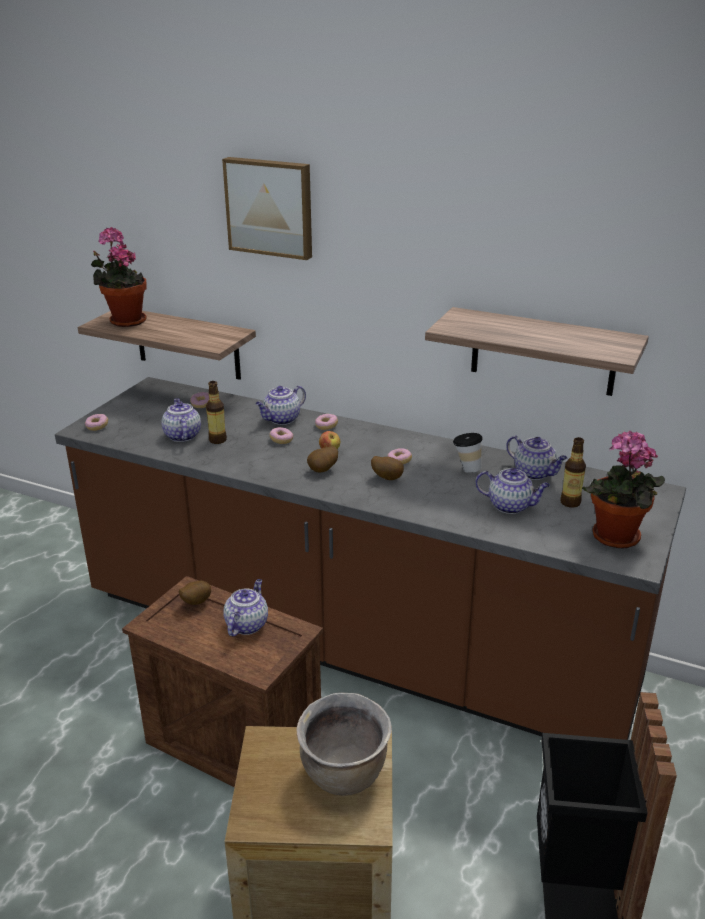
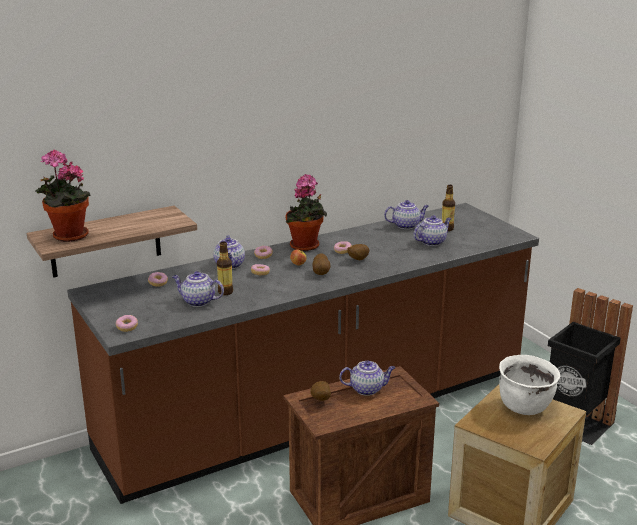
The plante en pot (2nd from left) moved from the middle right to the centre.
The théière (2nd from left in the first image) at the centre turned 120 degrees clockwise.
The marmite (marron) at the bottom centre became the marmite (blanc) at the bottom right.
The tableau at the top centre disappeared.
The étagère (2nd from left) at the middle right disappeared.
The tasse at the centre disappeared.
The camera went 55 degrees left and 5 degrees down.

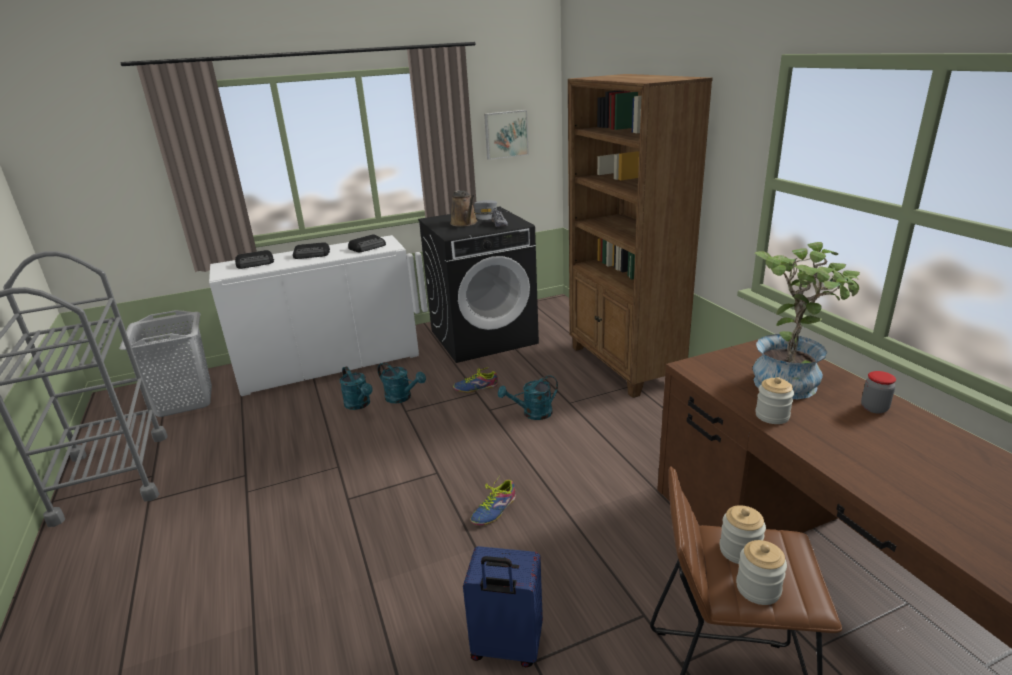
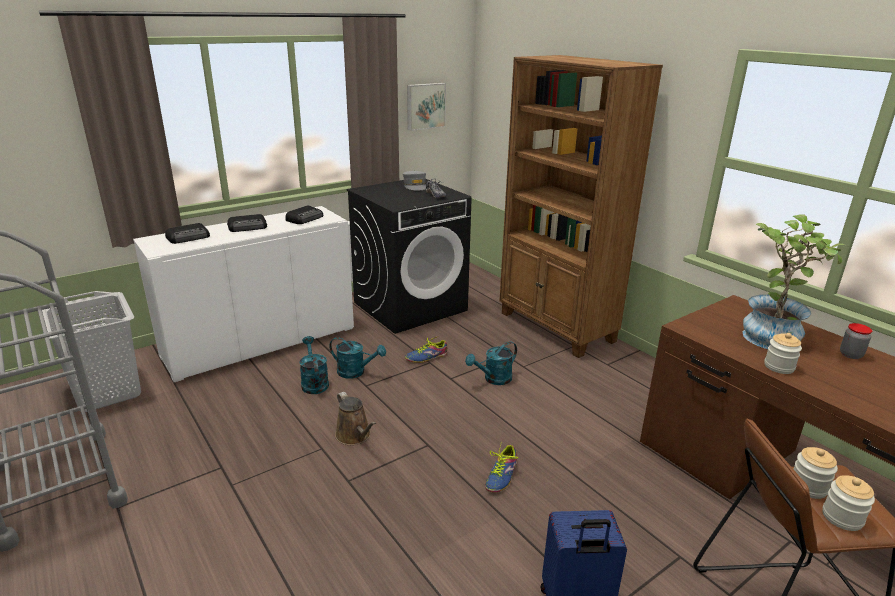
The arrosoir (turquoise) (1st from left) at the centre turned 150 degrees counterclockwise.
The arrosoir (marron) moved from the top centre to the bottom centre.
The camera went 15 degrees left and 0 degrees up.

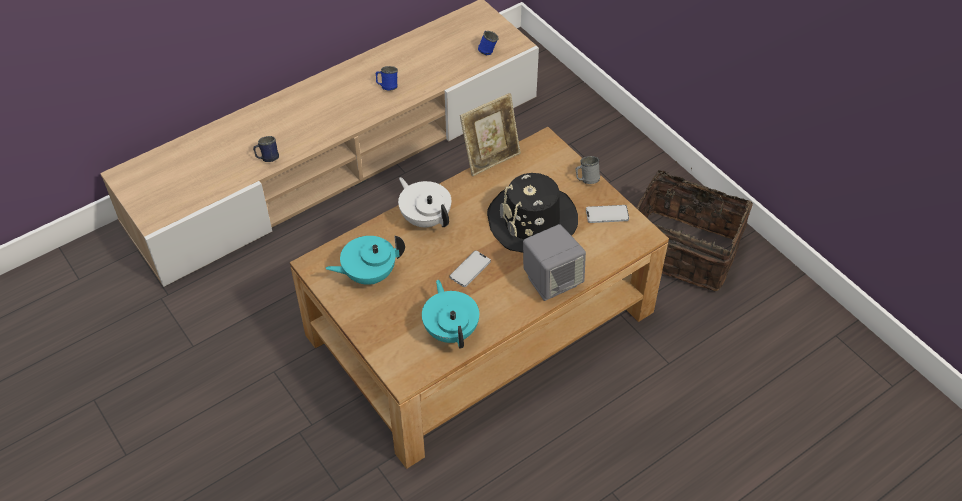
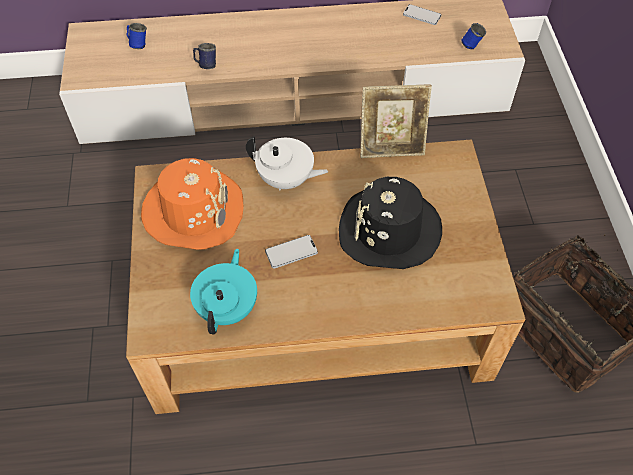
The mug (bleu) (2nd from left in the first image) moved from the top centre to the top left.
The théière (turquoise) (1st from left) at the centre was replaced by the chapeau (orange) at the middle left.
The théière (blanc) at the centre turned 120 degrees clockwise.
The téléphone (2nd from left) moved from the centre to the top right.
The enceinte (gris) at the centre disappeared.
The mug (gris) at the centre disappeared.
The camera went 30 degrees right and 5 degrees up.

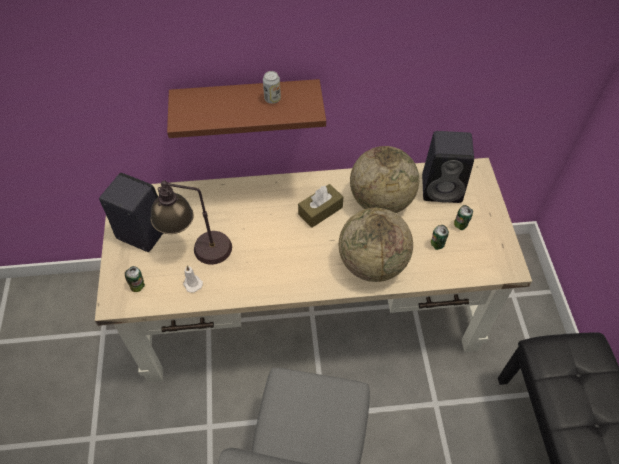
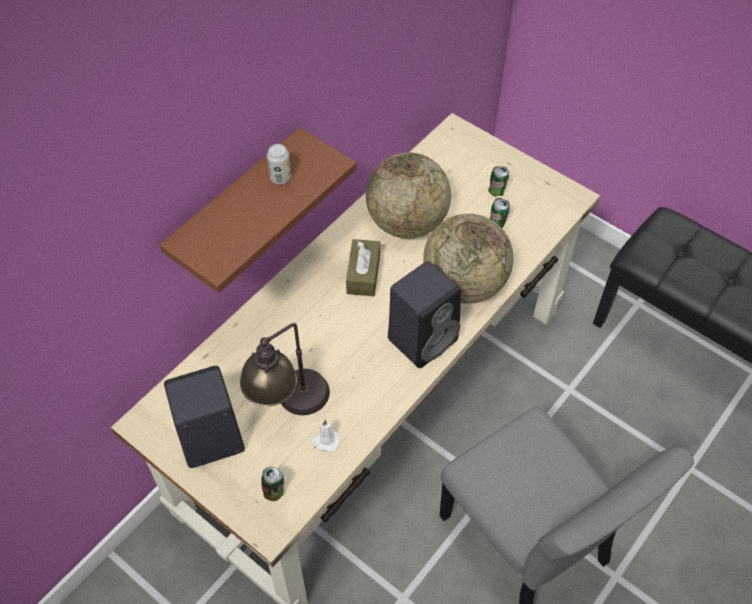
The enceinte (noir) (2nd from left) moved from the middle right to the centre.
The camera went 45 degrees left and 0 degrees up.

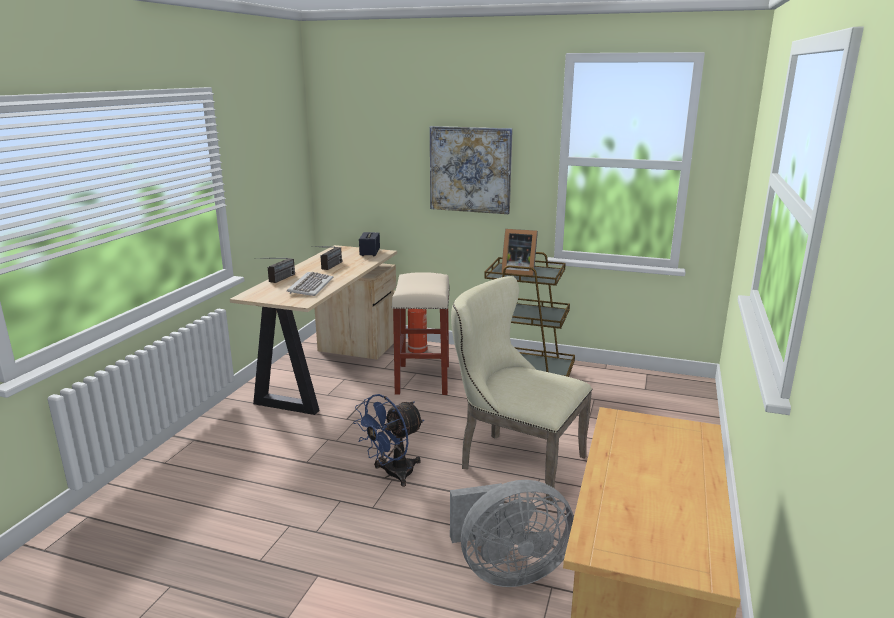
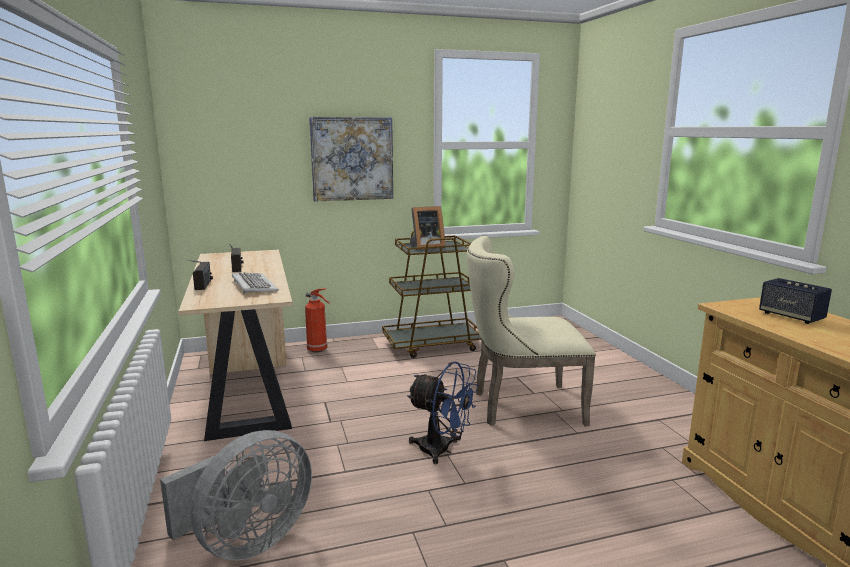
The ventilateur (gris) moved from the bottom centre to the bottom left.
The ventilateur (bleu) at the bottom centre turned 75 degrees counterclockwise.
The enceinte moved from the centre to the middle right.
The tabouret (beige) at the centre disappeared.
The camera went 35 degrees left and 5 degrees down.

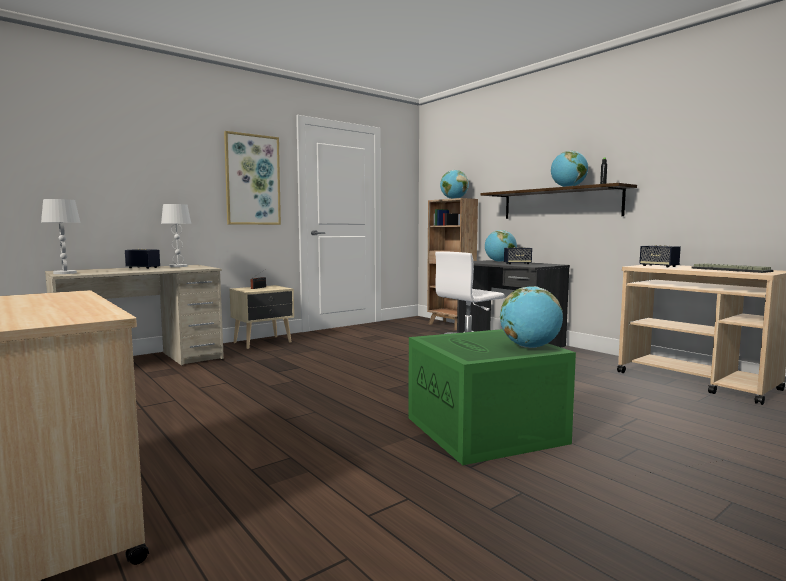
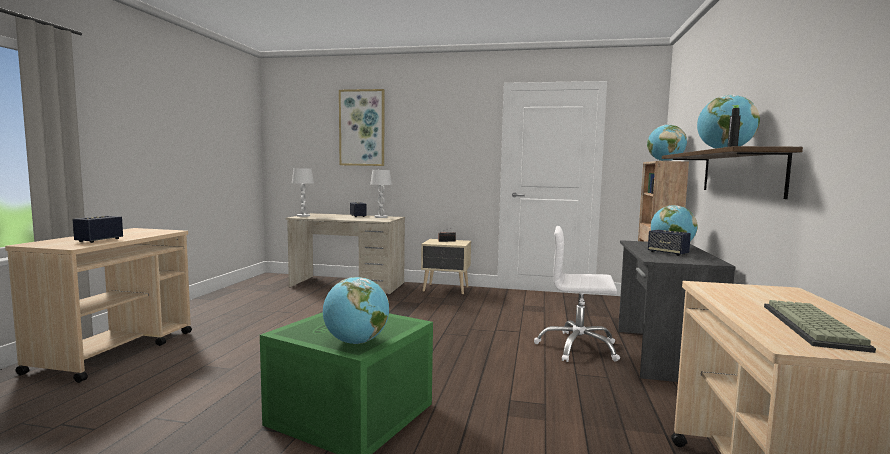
The enceinte (3rd from left in the first image) moved from the middle right to the middle left.
The tableau moved from the top left to the top centre.
The camera went 50 degrees right and 0 degrees up.

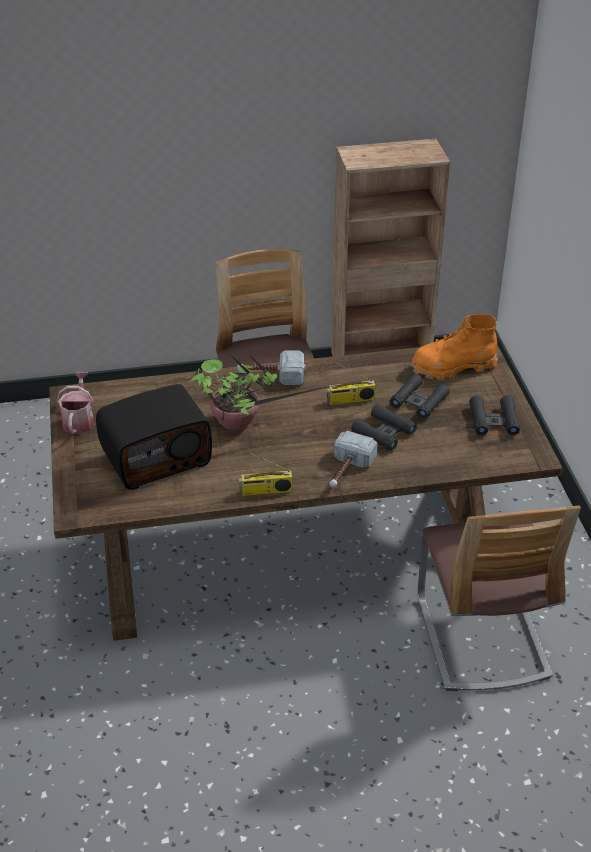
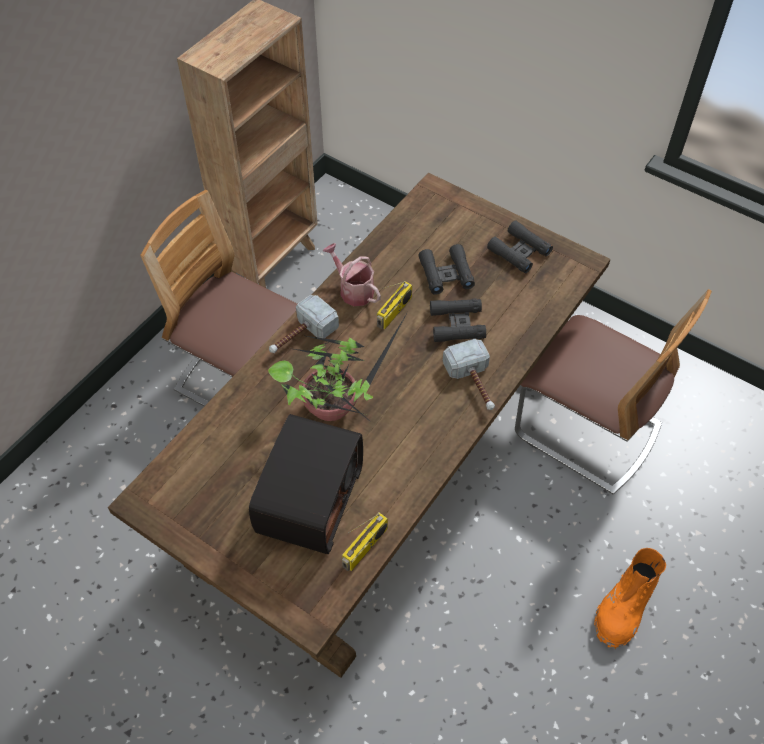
The arrosoir moved from the middle left to the centre.
The radio (2nd from left) moved from the centre to the bottom centre.
The botte (orange) moved from the middle right to the bottom right.
The camera went 45 degrees left and 15 degrees up.

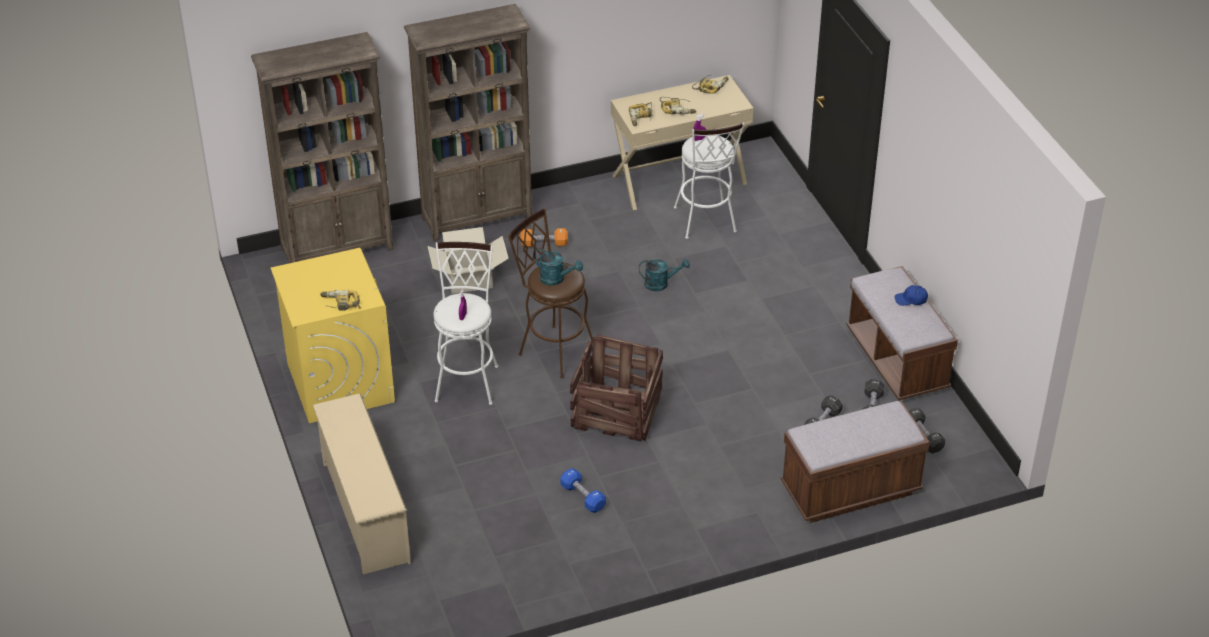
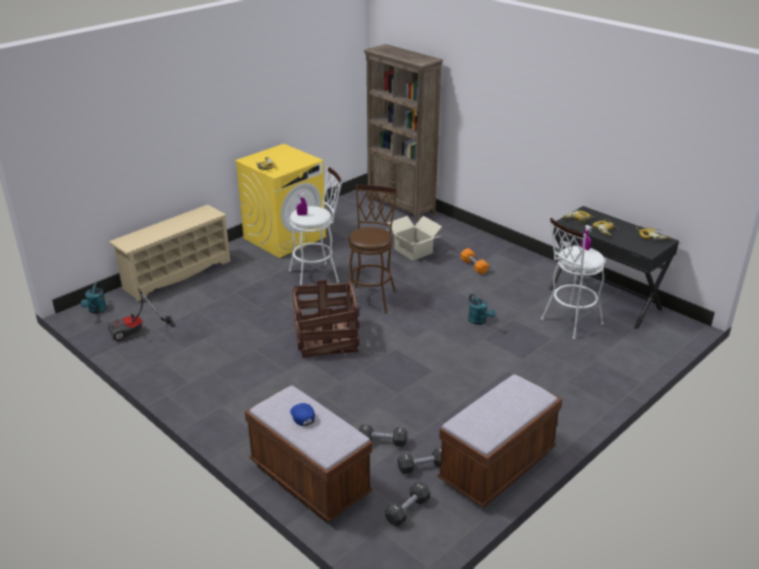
The arrosoir (turquoise) (1st from left) moved from the centre to the middle left.
The aspirateur at the middle left appeared.
The casquette (bleu) moved from the middle right to the bottom centre.
The bureau (beige) at the top centre became the bureau (noir) at the middle right.
The bibliothèque (marron) (2nd from left) at the top centre disappeared.
The haltère (bleu) at the bottom centre disappeared.
The camera went 65 degrees right and 10 degrees down.

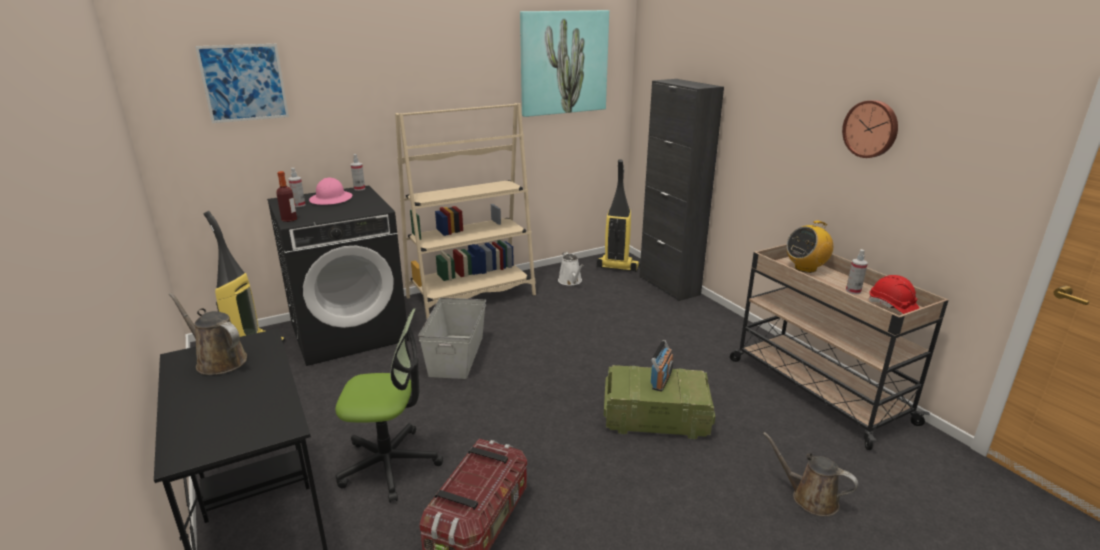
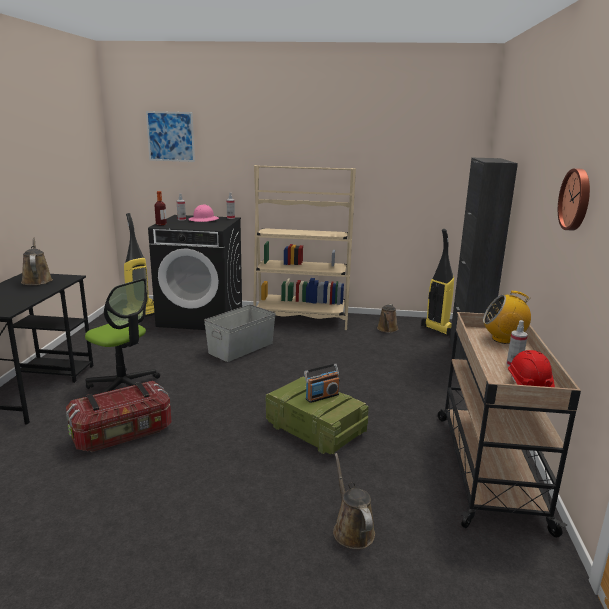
The arrosoir (blanc) at the centre became the arrosoir (marron) (3rd from left) at the centre.
The tableau (2nd from left) at the top centre disappeared.
The camera went 35 degrees right and 5 degrees down.

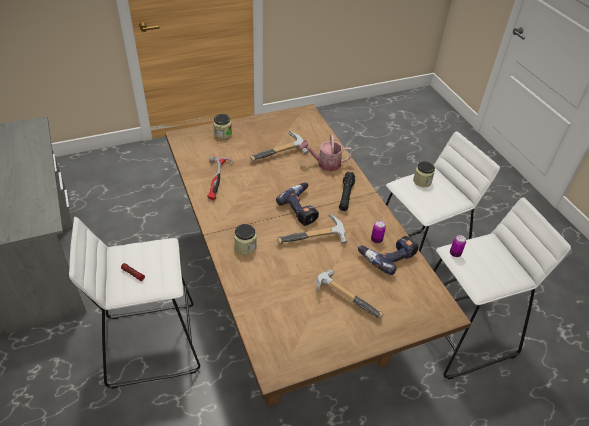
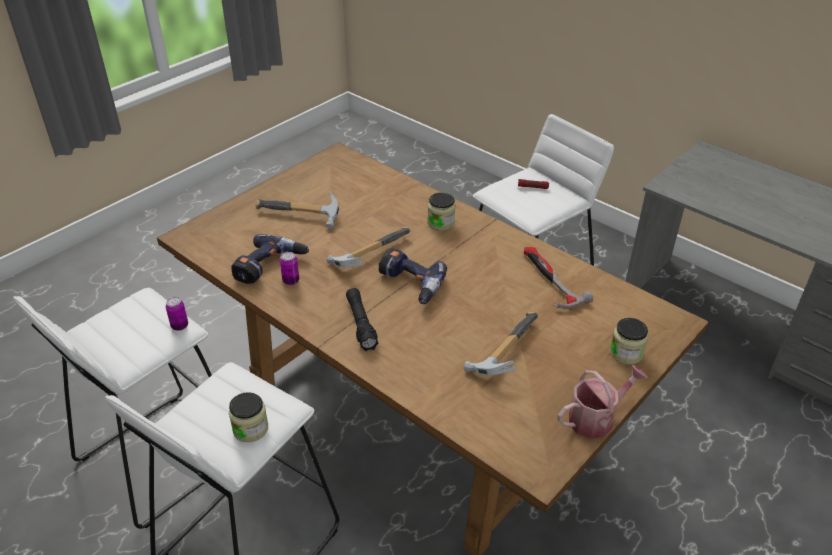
The arrosoir moved from the centre to the bottom right.
The camera went 155 degrees right and 5 degrees down.

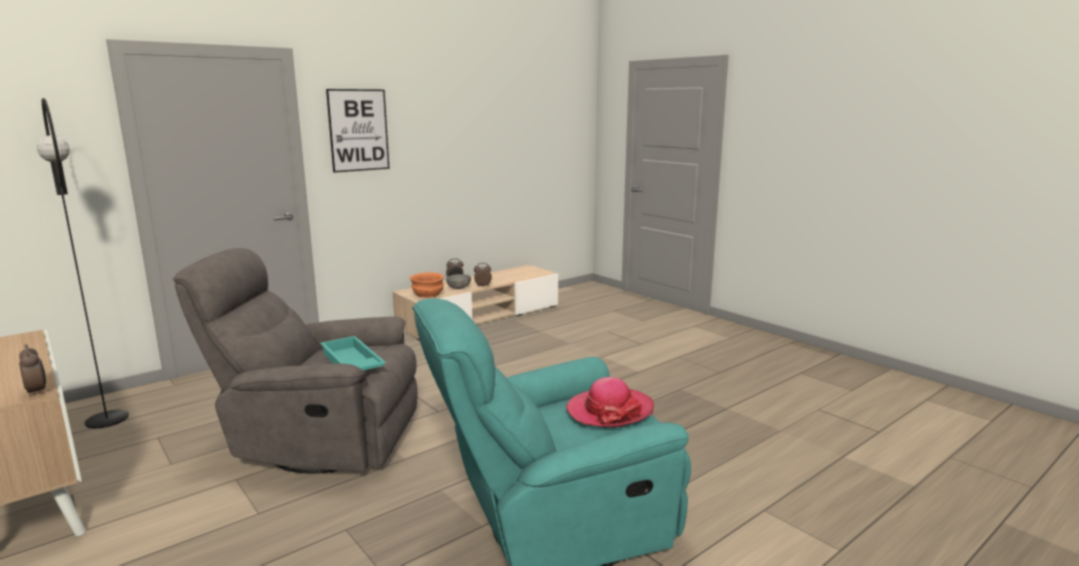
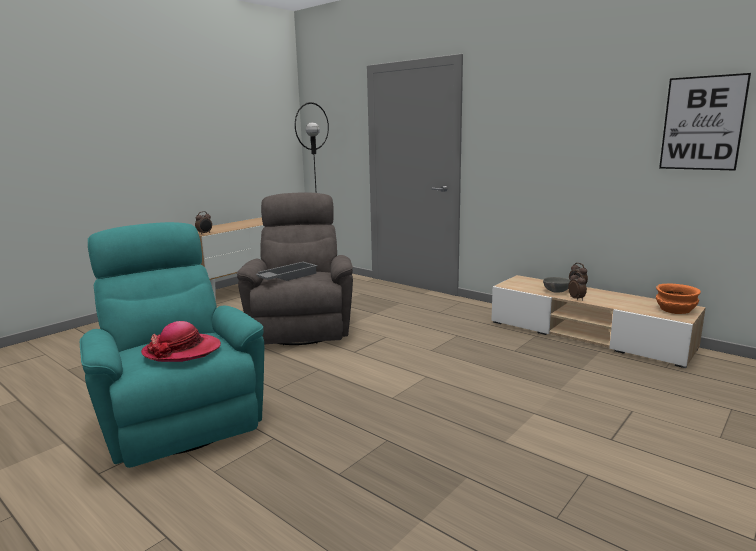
The plateau (turquoise) at the middle left became the plateau (gris) at the centre.
The bol (orange) moved from the centre to the middle right.
The tableau moved from the top left to the top right.
The camera went 80 degrees right and 0 degrees up.

